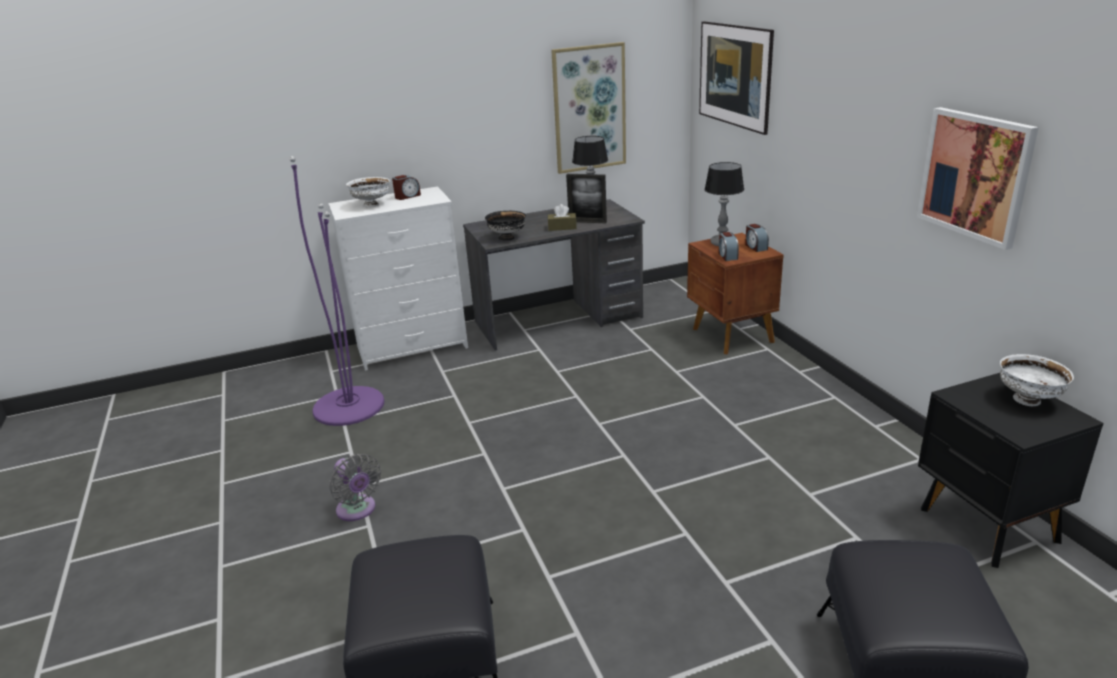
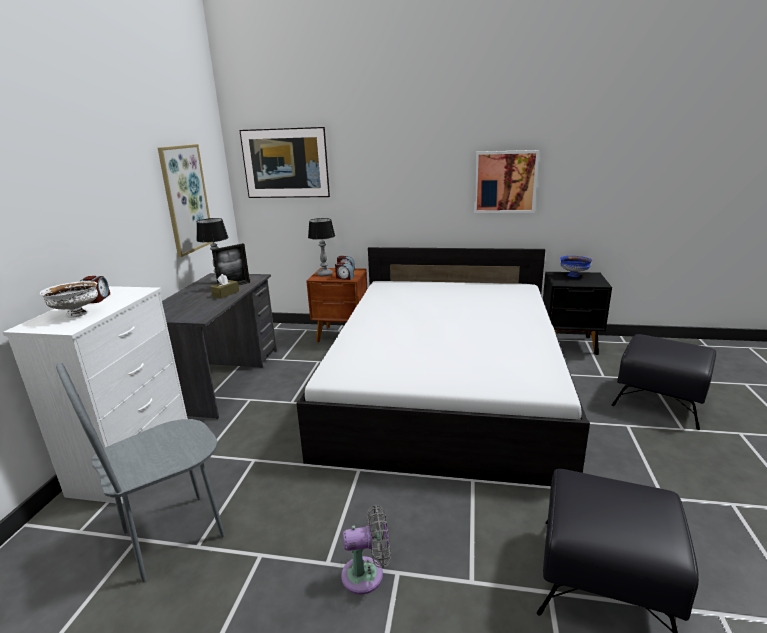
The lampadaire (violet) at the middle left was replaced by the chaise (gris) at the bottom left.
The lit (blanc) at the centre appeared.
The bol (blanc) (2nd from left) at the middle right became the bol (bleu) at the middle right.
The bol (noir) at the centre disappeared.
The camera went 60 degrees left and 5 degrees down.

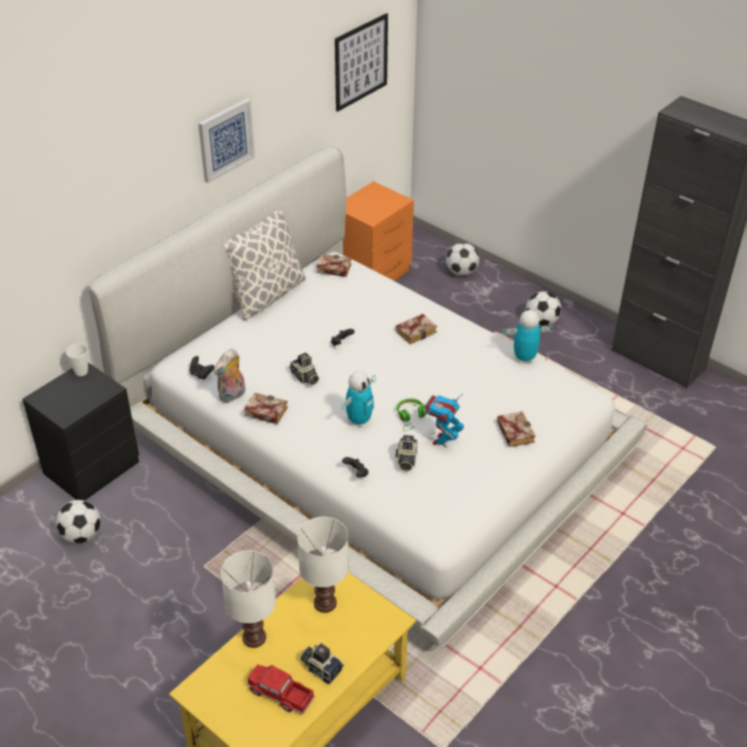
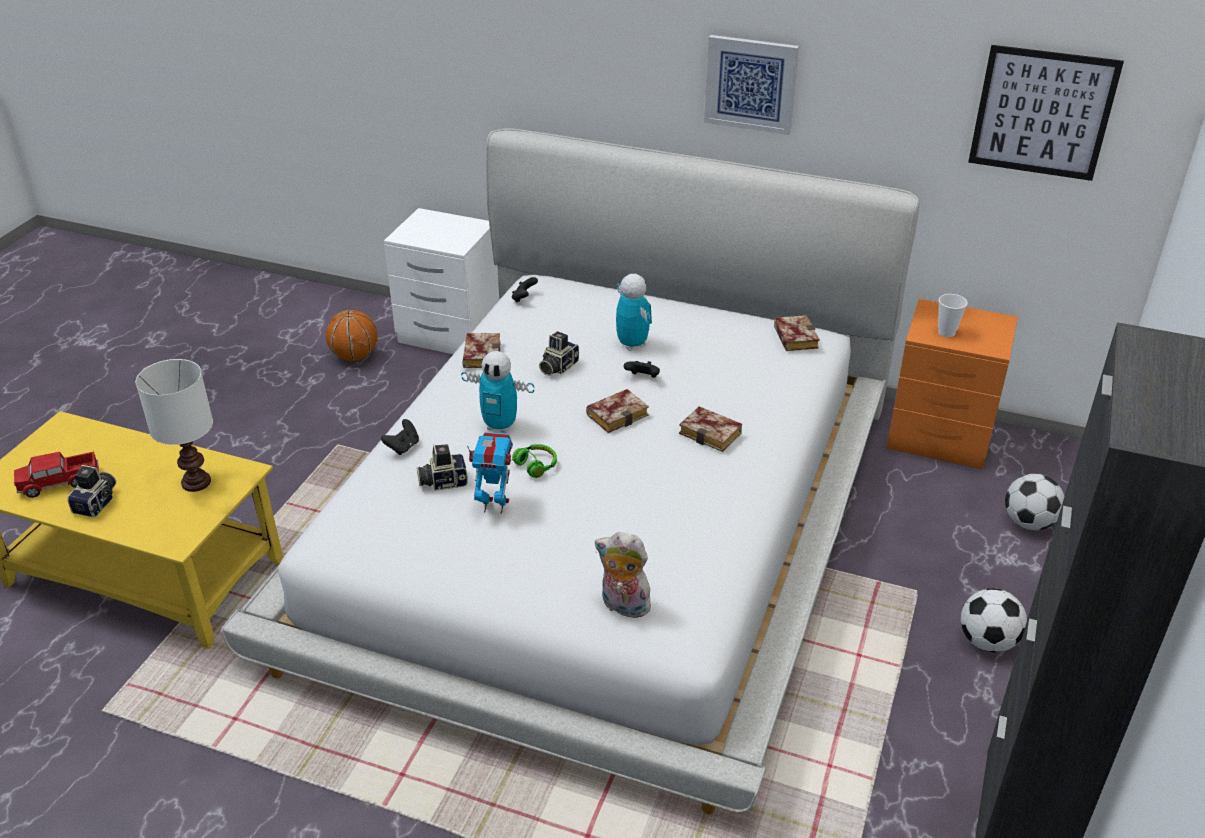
The camion jouet at the bottom centre turned 120 degrees counterclockwise.
The ballon de foot (1st from left) at the bottom left was replaced by the ballon de basket at the middle left.
The table de chevet (noir) at the middle left became the table de chevet (blanc) at the centre.
The livre (4th from left in the first image) moved from the middle right to the centre.
The peluche moved from the middle left to the bottom centre.
The robot jouet (3rd from left) moved from the middle right to the centre.
The tasse moved from the middle left to the middle right.
The lampe de table (blanc) (1st from left) at the bottom left disappeared.
The coussin at the centre disappeared.
The camera went 70 degrees right and 5 degrees down.

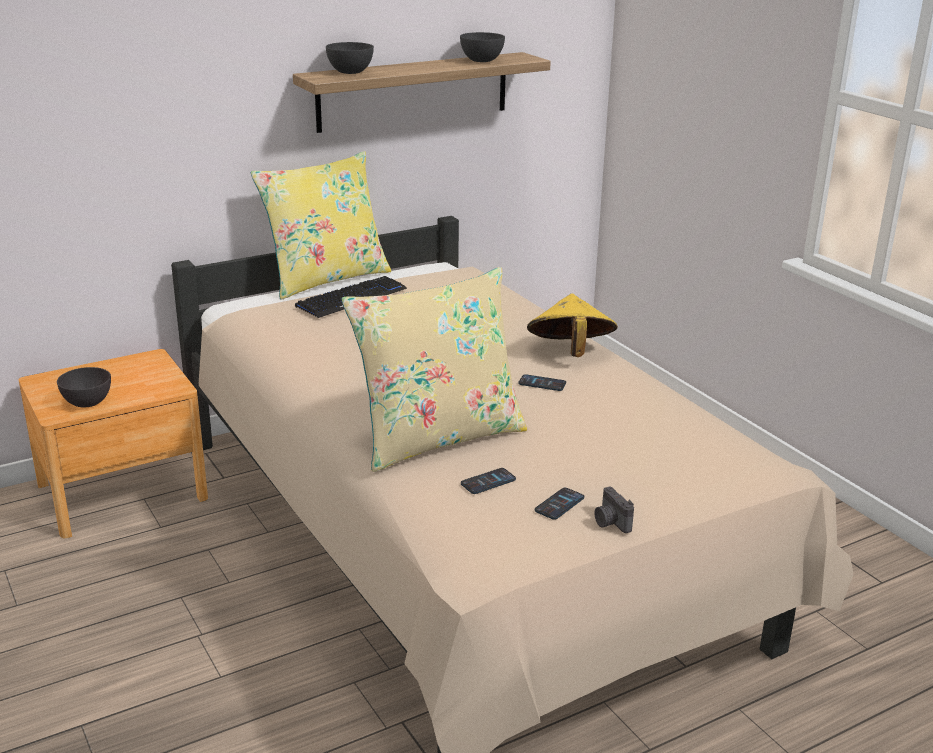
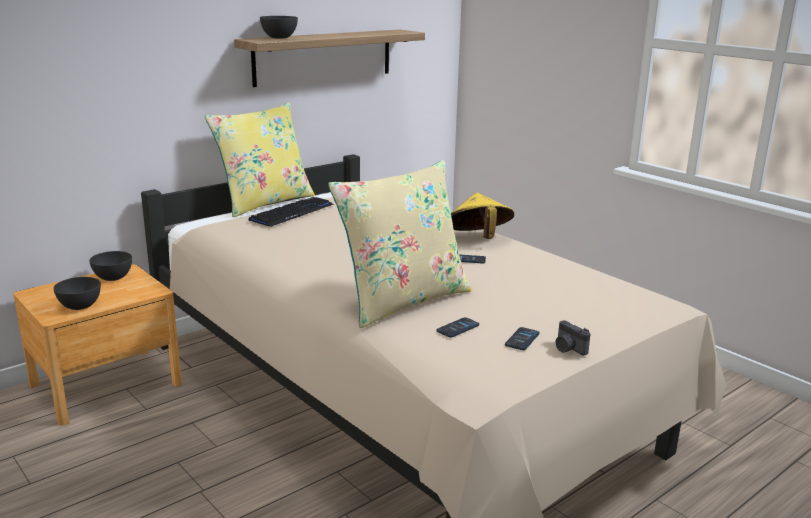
The bol (gris) (3rd from left in the first image) moved from the top centre to the middle left.
The camera went 10 degrees left and 5 degrees down.

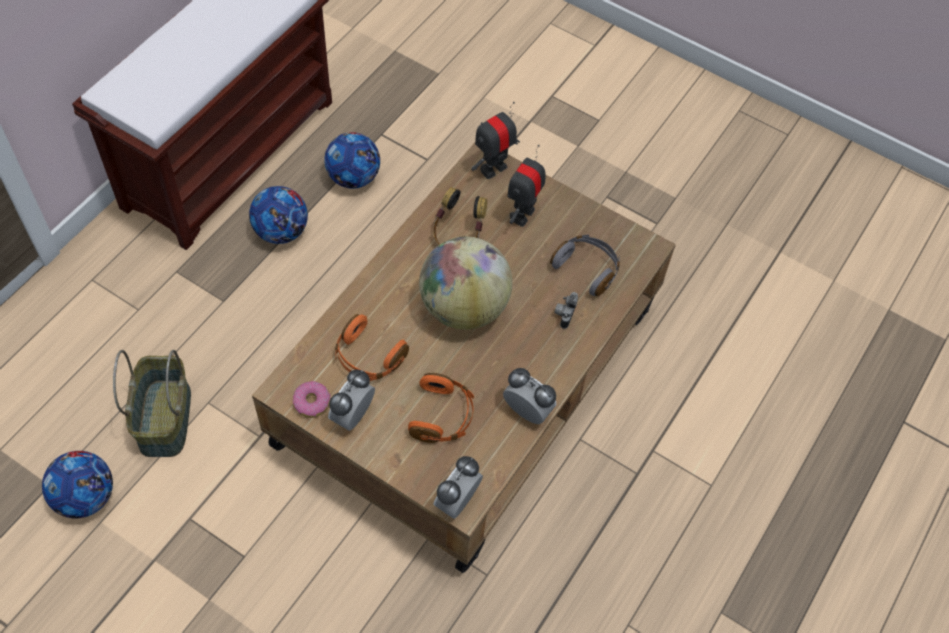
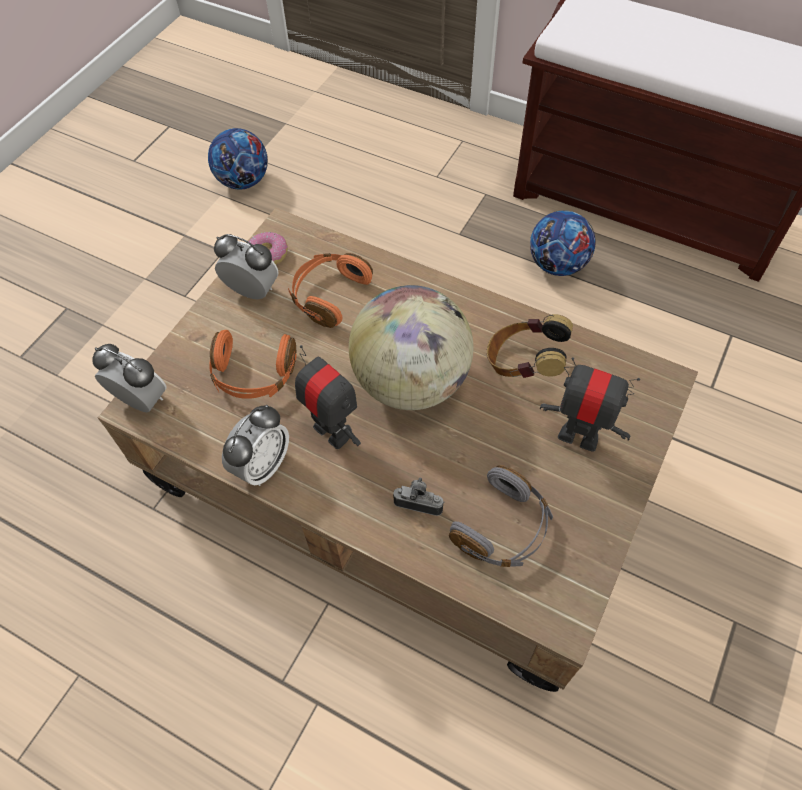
The robot jouet (1st from left) moved from the top centre to the centre.
The panier at the middle left disappeared.
The ballon de foot (3rd from left) at the top centre disappeared.
The camera went 90 degrees right and 0 degrees up.

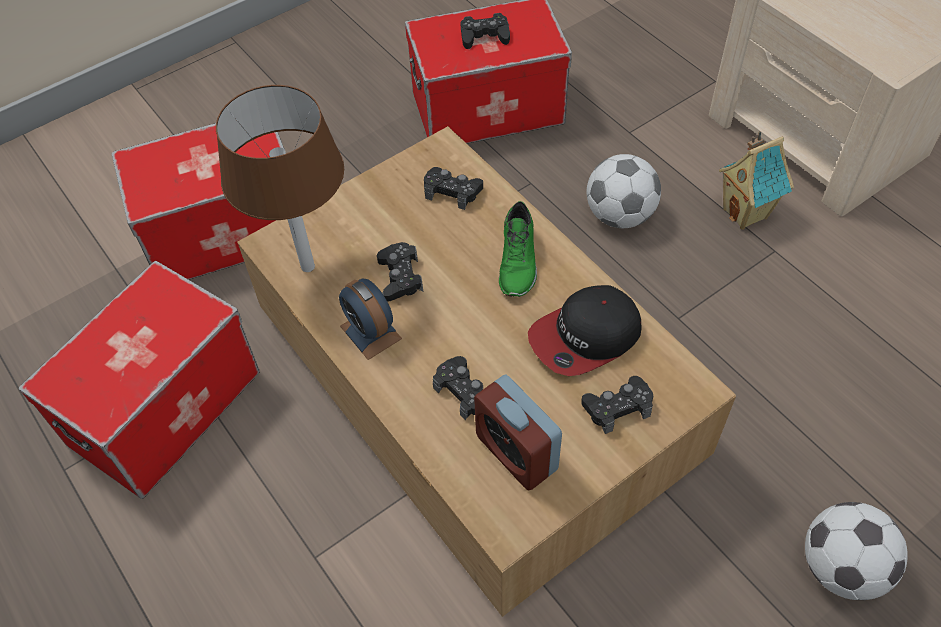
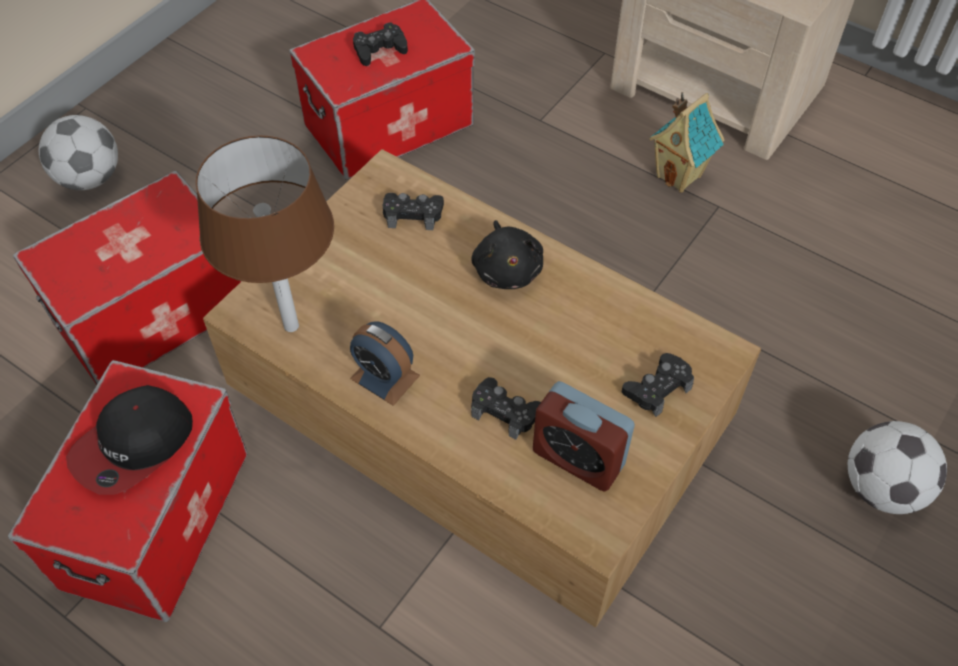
The ballon de foot (1st from left) moved from the top centre to the top left.
The casquette moved from the centre to the middle left.
The chaussure (vert) at the centre was replaced by the peluche (noir) at the centre.
The manette (noir) (1st from left) at the centre disappeared.
The camera went 20 degrees left and 0 degrees up.

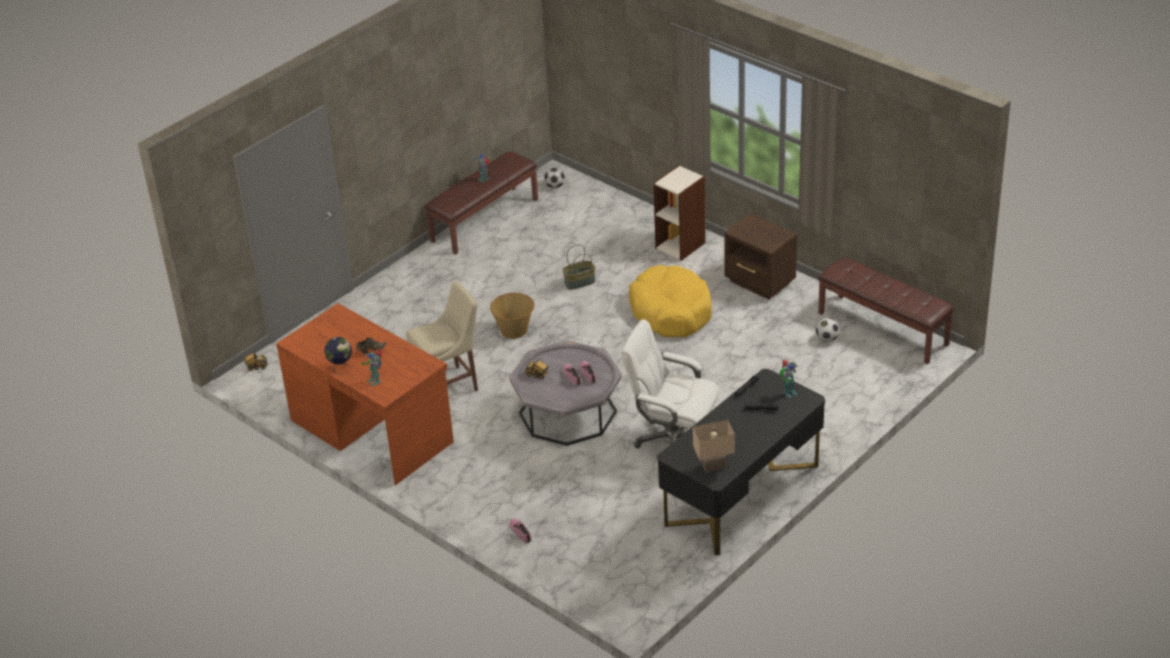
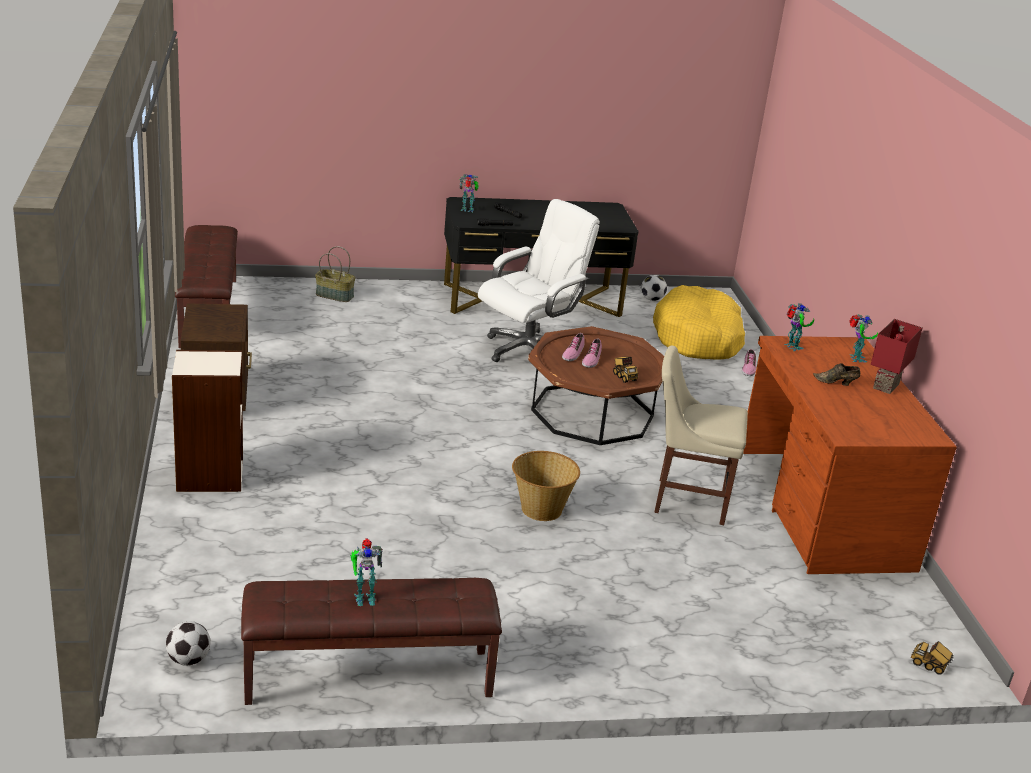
The panier (2nd from left in the first image) moved from the centre to the middle left.
The chaise de bureau (blanc) at the centre turned 105 degrees counterclockwise.
The table basse (gris) at the centre became the table basse (marron) at the centre.
The ballon de foot (2nd from left) moved from the middle right to the centre.
The panier pour chien (jaune) moved from the centre to the middle right.
The robot jouet (3rd from left) at the middle right appeared.
The globe at the middle left was replaced by the lampe de table (rouge) at the middle right.
The lampe de table (beige) at the bottom centre disappeared.
The camera went 145 degrees left and 10 degrees down.

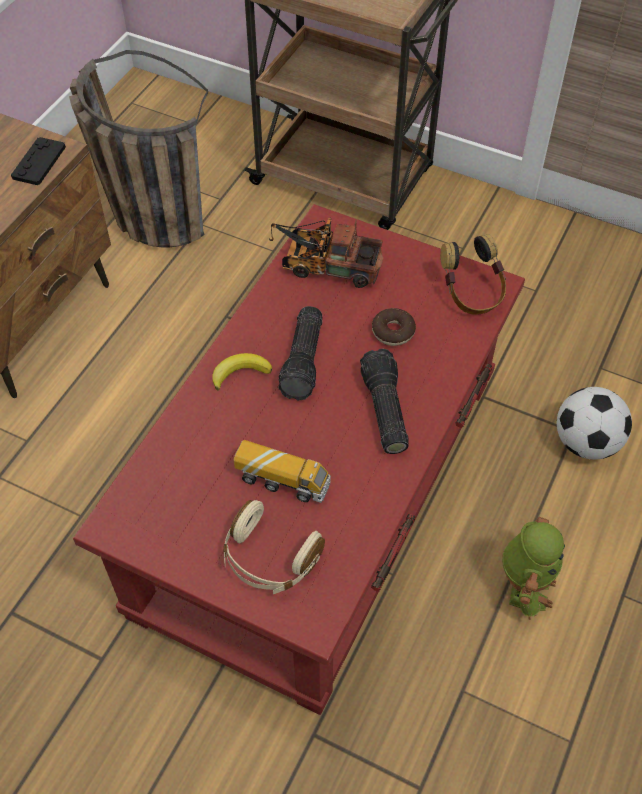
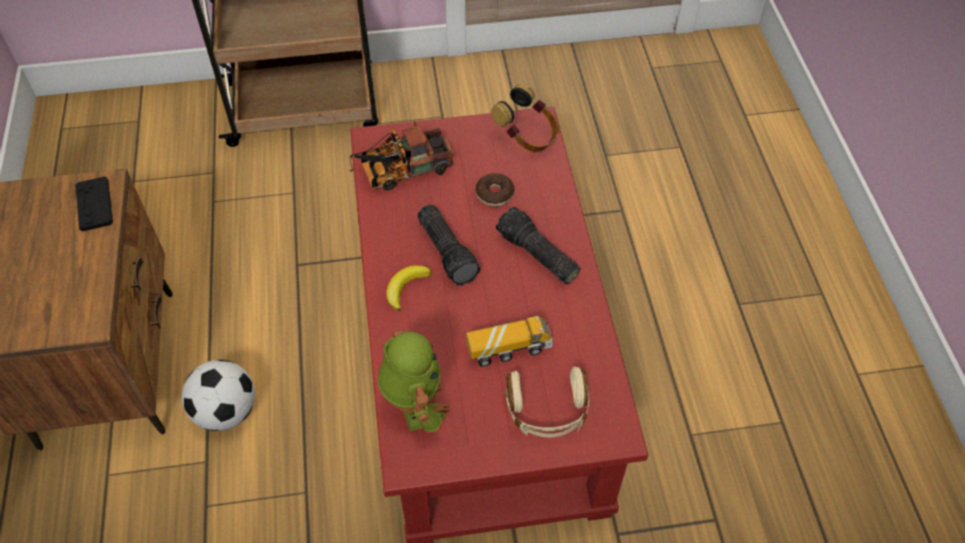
The ballon de foot moved from the middle right to the bottom left.
The robot jouet moved from the bottom right to the bottom centre.
The panier at the top left disappeared.
The camera went 35 degrees left and 0 degrees up.

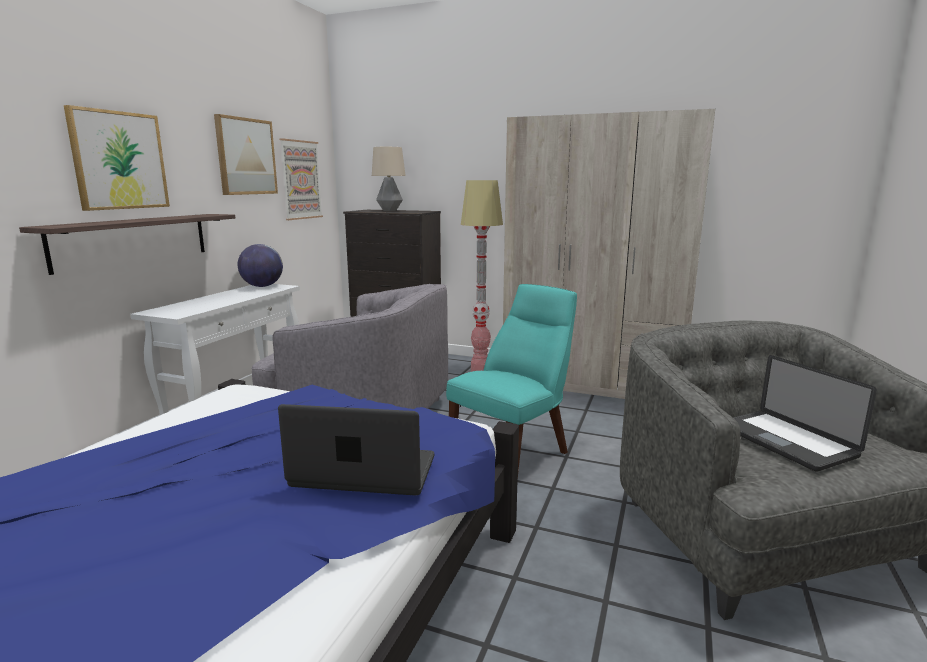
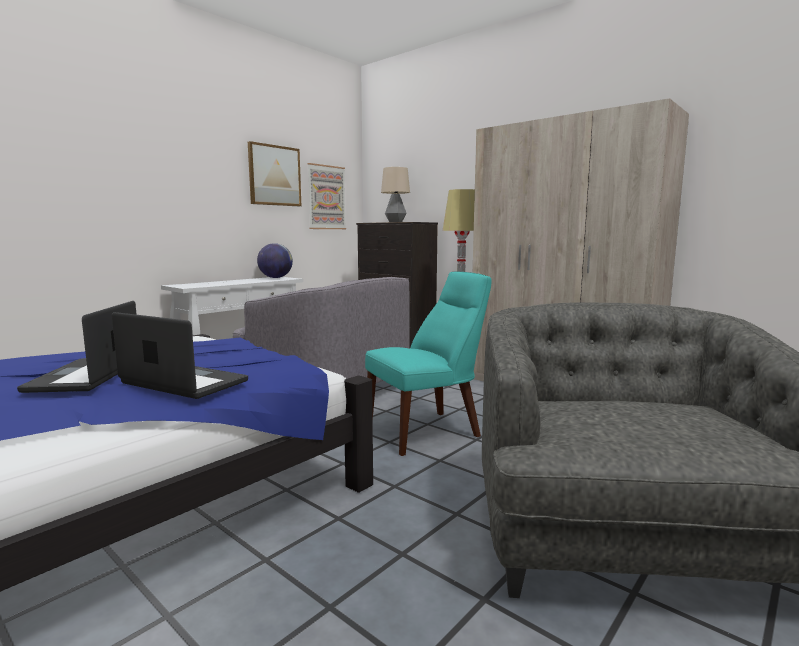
The ordinateur portable (2nd from left in the first image) moved from the middle right to the middle left.
The étagère at the middle left disappeared.
The tableau (1st from left) at the top left disappeared.
The camera went 20 degrees right and 5 degrees down.

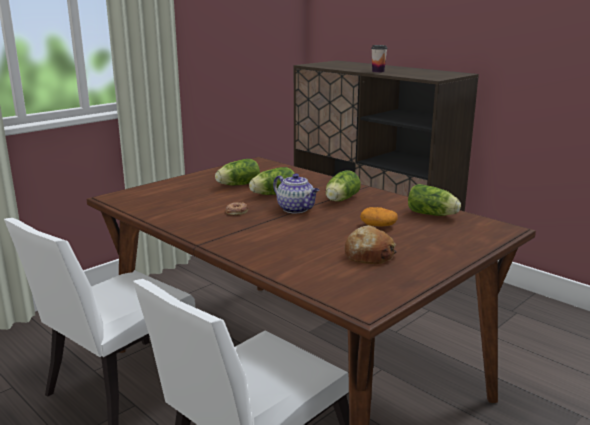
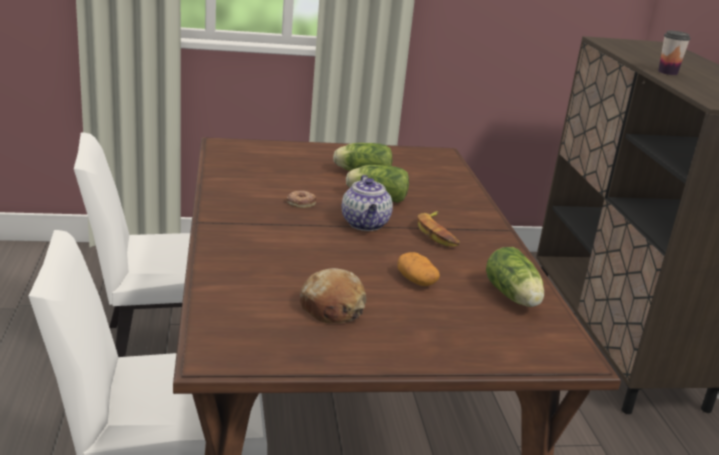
The laitue (3rd from left) at the centre was replaced by the banane at the centre.
The camera went 35 degrees right and 5 degrees up.

